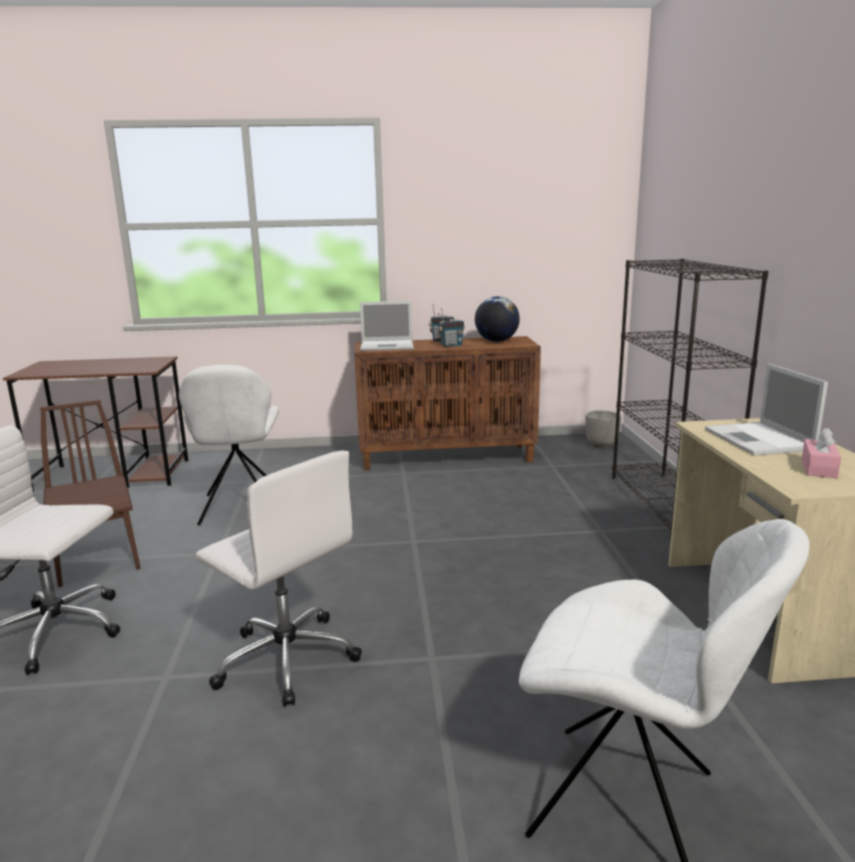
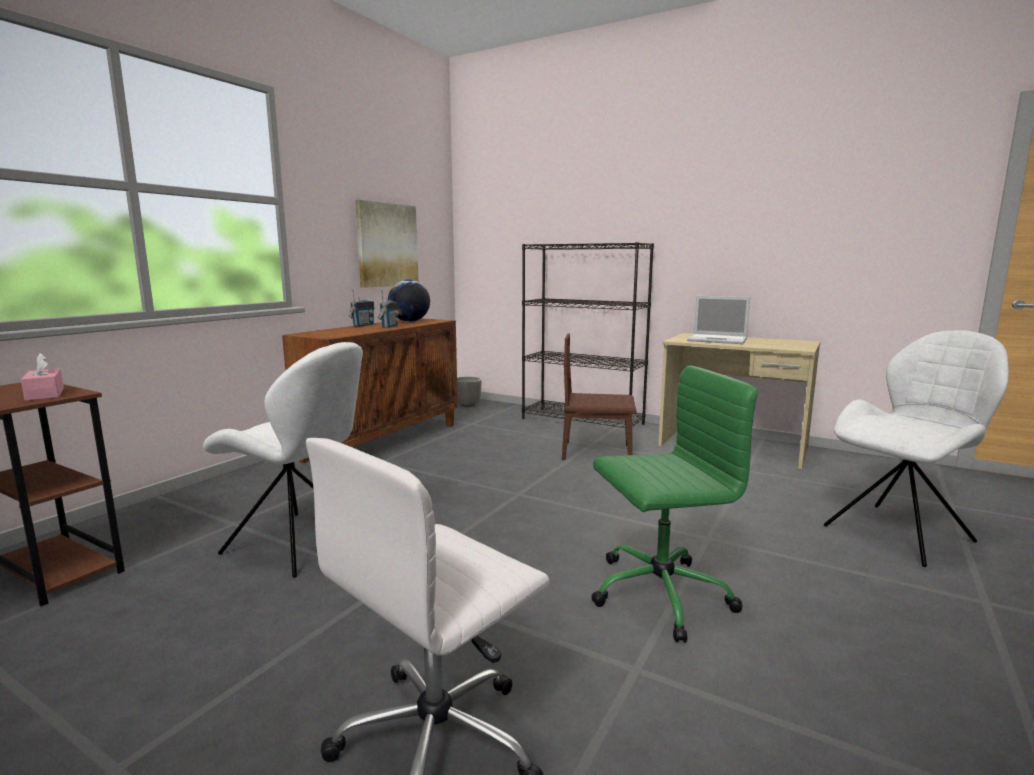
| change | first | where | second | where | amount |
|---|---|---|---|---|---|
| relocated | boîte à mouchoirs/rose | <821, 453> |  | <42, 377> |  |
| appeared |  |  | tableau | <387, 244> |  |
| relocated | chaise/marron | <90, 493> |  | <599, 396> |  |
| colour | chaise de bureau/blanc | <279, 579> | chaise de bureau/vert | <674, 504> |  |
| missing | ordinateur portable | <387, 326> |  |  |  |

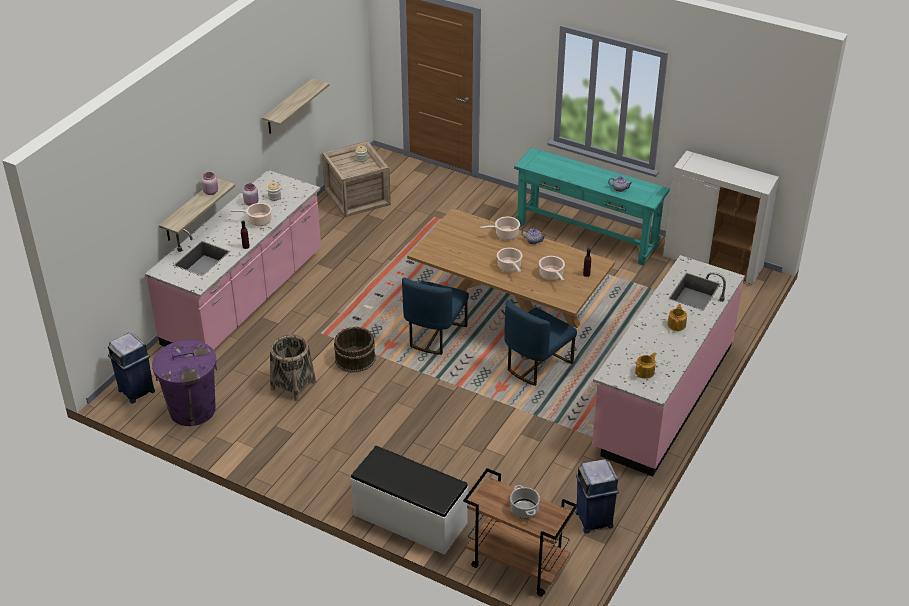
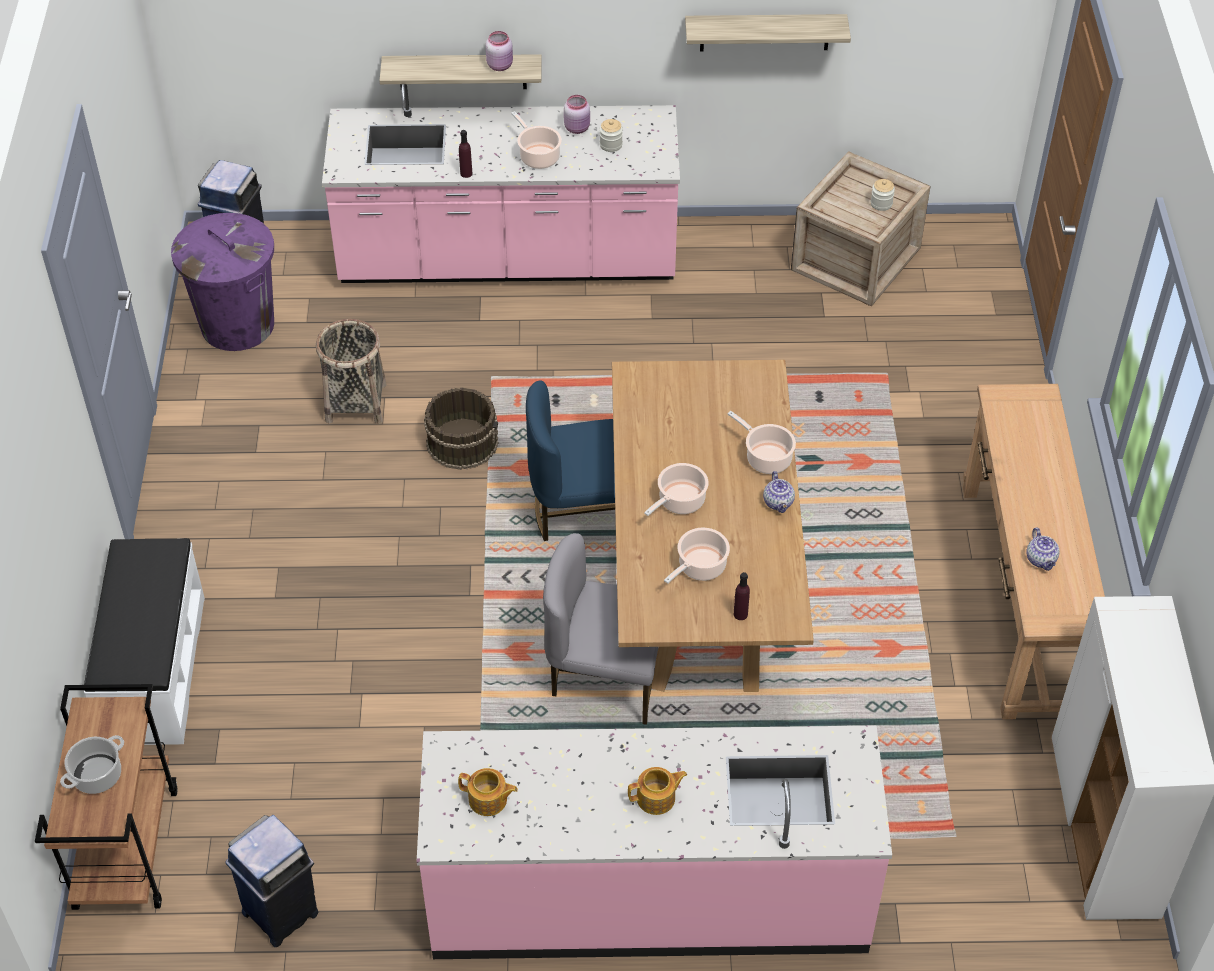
| change | first | where | second | where | amount |
|---|---|---|---|---|---|
| colour | chaise/bleu | <540, 343> | chaise/gris | <601, 629> |  |
| colour | table console/turquoise | <592, 206> | table console/marron | <1034, 552> |  |

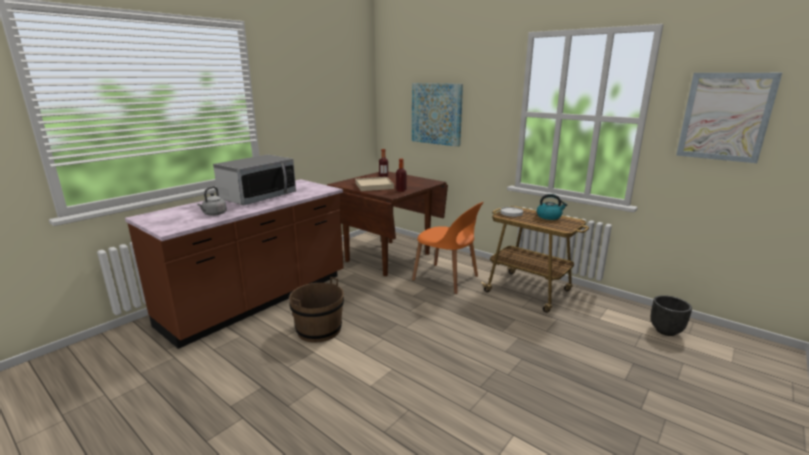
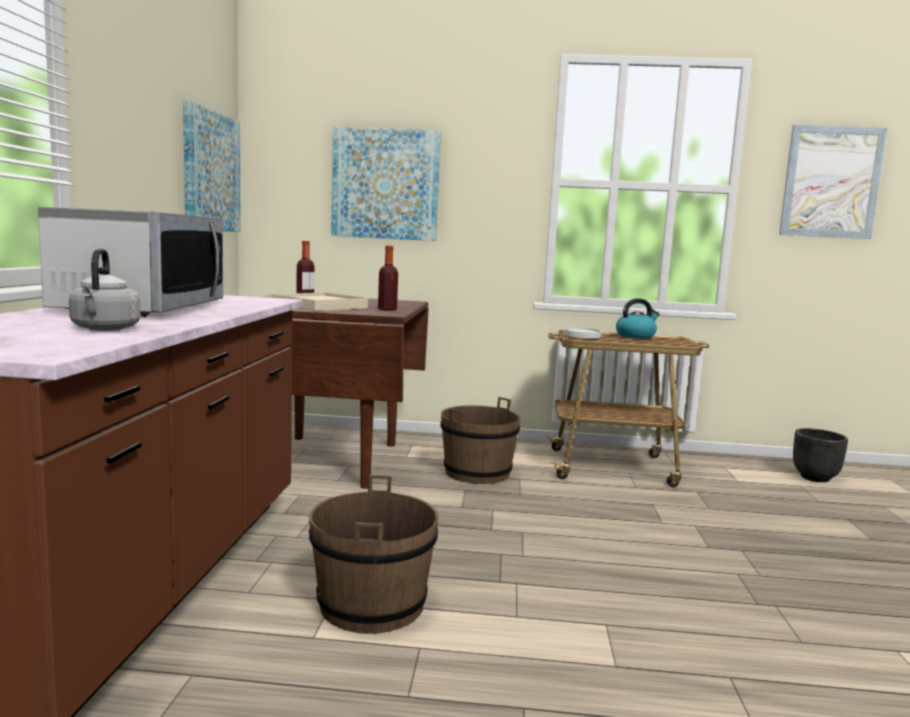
| change | first | where | second | where | amount |
|---|---|---|---|---|---|
| appeared |  |  | tableau | <211, 166> |  |
| exchanged | chaise/orange | <448, 248> | seau/marron | <480, 440> |  |

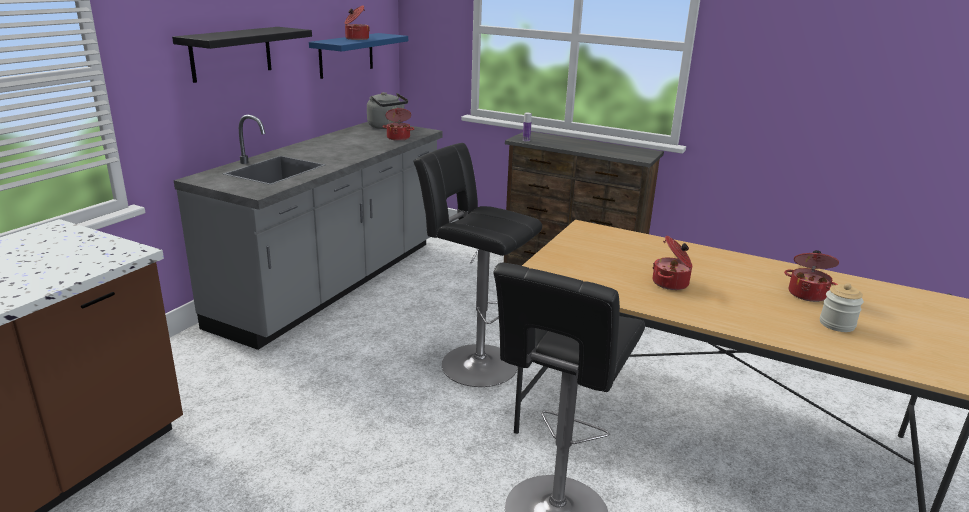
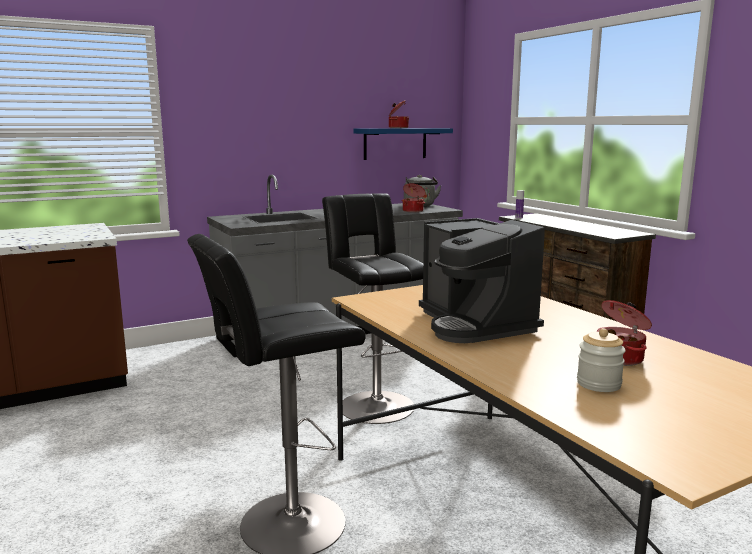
| change | first | where | second | where | amount |
|---|---|---|---|---|---|
| exchanged | marmite | <673, 263> | machine à café | <482, 280> |  |
| missing | étagère/noir | <242, 55> |  |  |  |

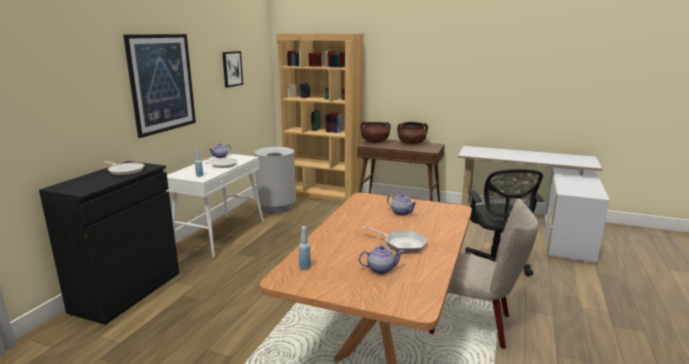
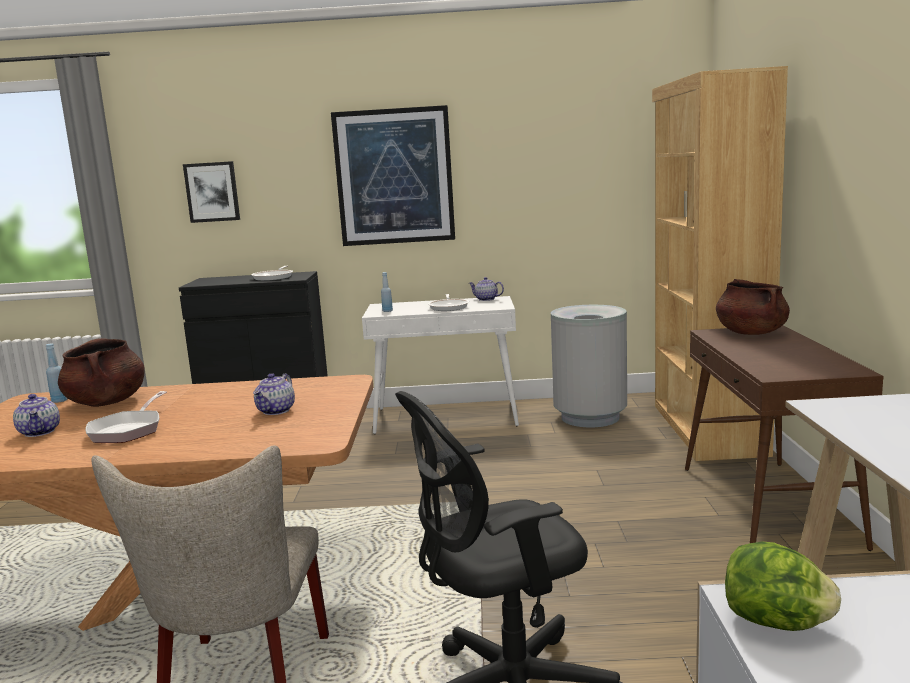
| change | first | where | second | where | amount |
|---|---|---|---|---|---|
| relocated | marmite/marron | <412, 133> |  | <101, 372> |  |
| relocated | tableau | <232, 69> |  | <211, 192> |  |
| appeared |  |  | laitue | <783, 586> |  |

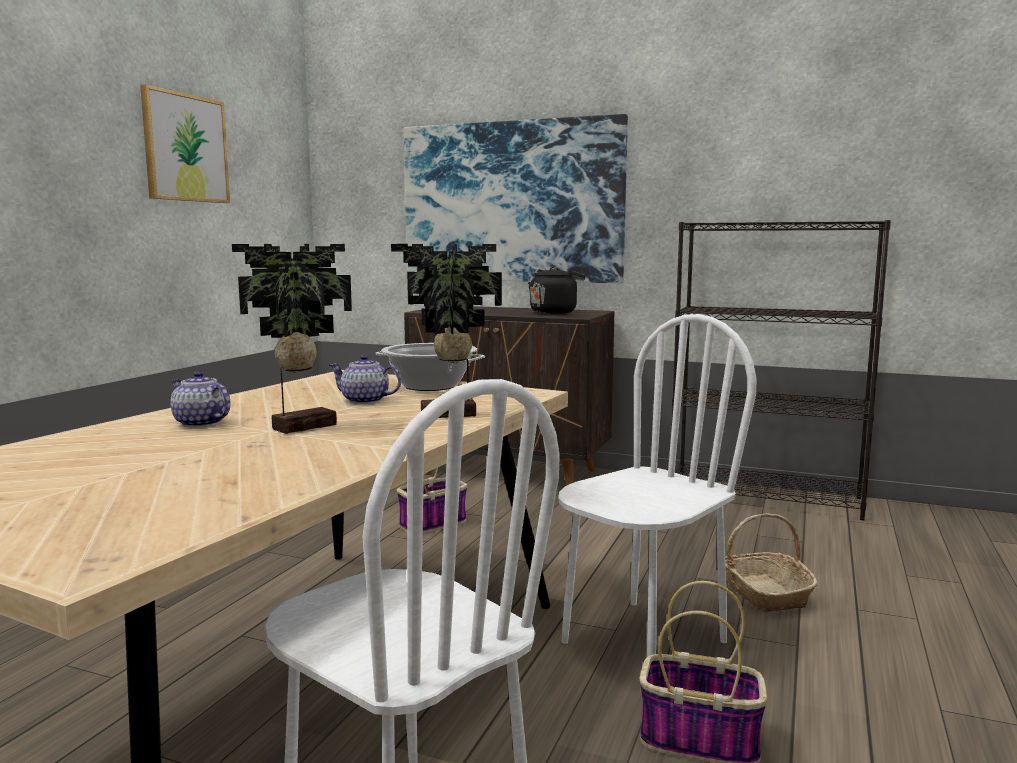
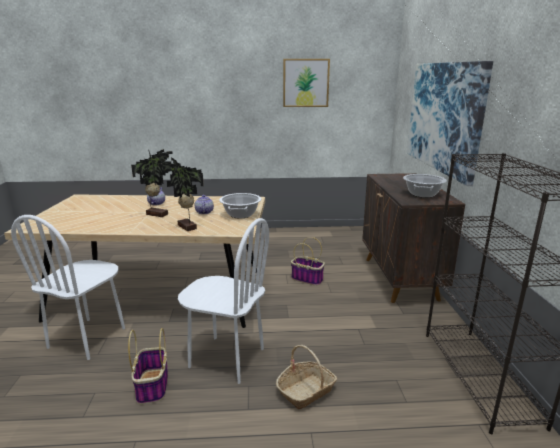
| change | first | where | second | where | amount |
|---|---|---|---|---|---|
| exchanged | bouilloire/noir | <557, 290> | marmite | <425, 186> |  |

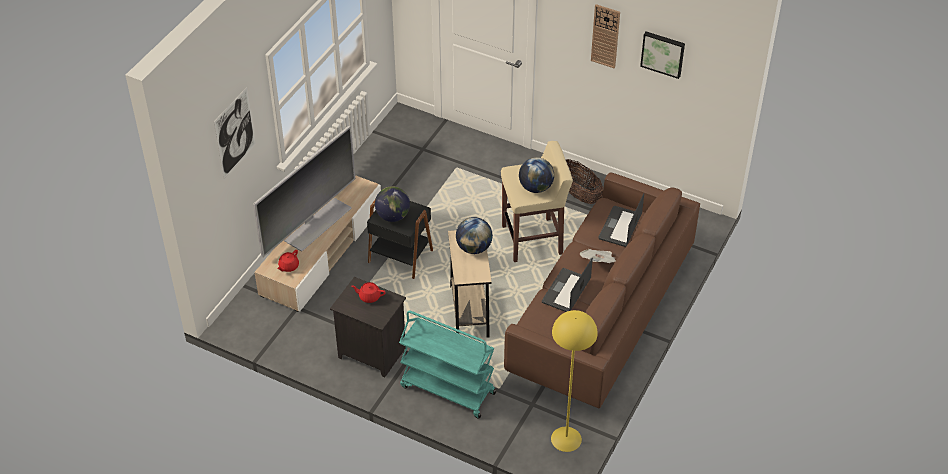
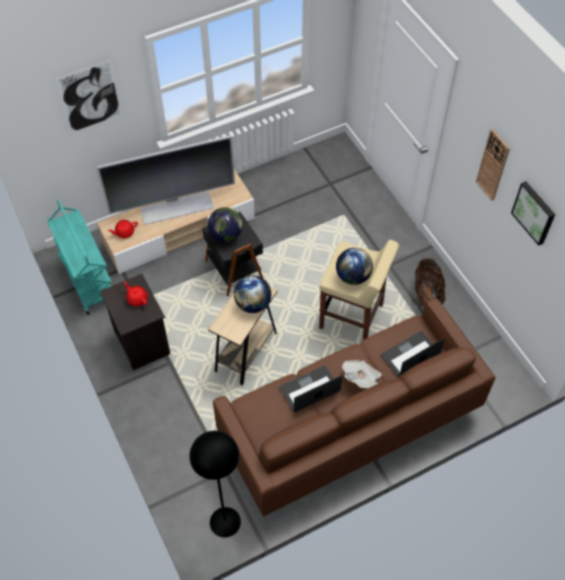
| change | first | where | second | where | amount |
|---|---|---|---|---|---|
| relocated | chariot/turquoise | <447, 365> |  | <79, 257> |  |
| colour | lampadaire/jaune | <574, 381> | lampadaire/noir | <215, 484> |  |

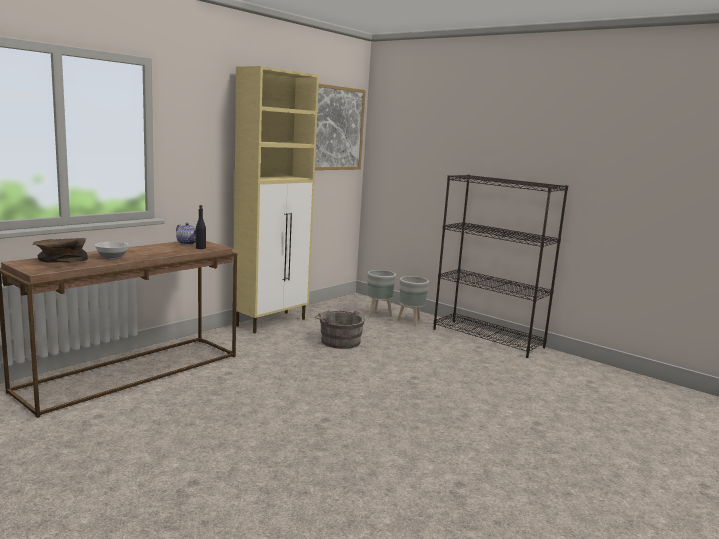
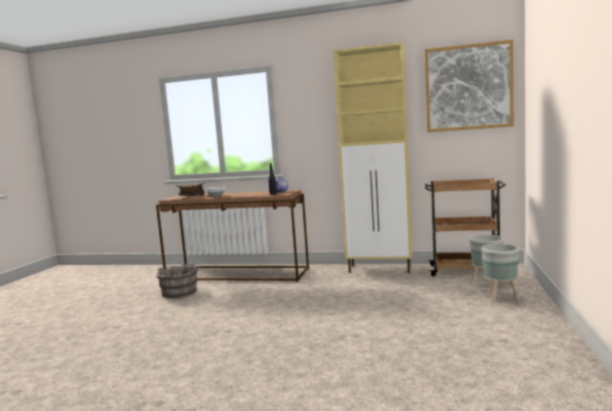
| change | first | where | second | where | amount |
|---|---|---|---|---|---|
| relocated | seau/gris | <340, 329> |  | <178, 281> |  |
| appeared |  |  | chariot/marron | <465, 227> |  |
| missing | bibliothèque/noir | <500, 266> |  |  |  |

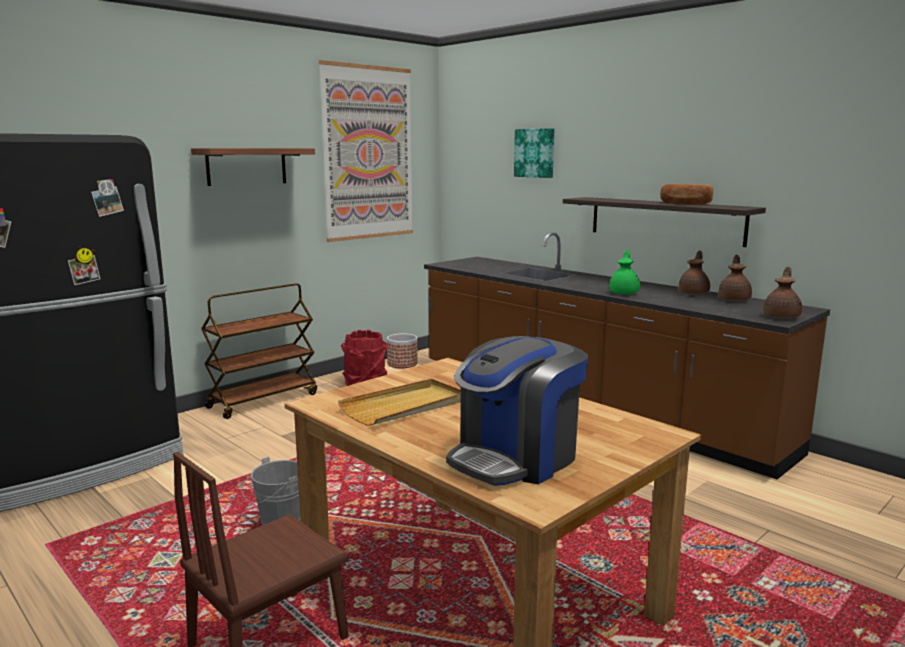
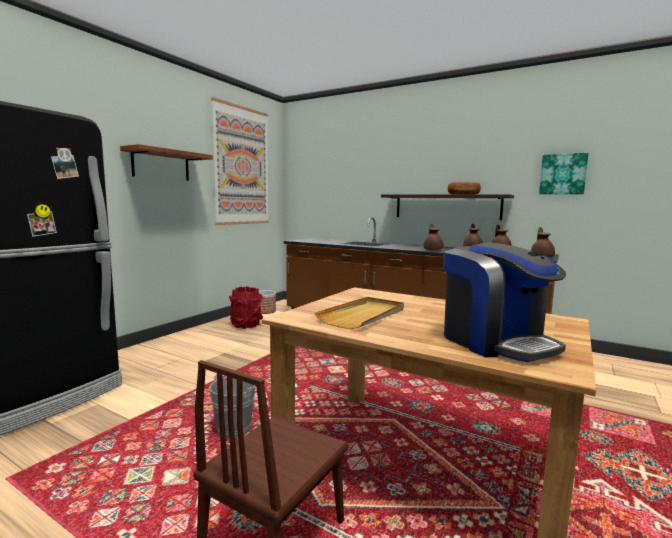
| change | first | where | second | where | amount |
|---|---|---|---|---|---|
| colour | théière/vert | <624, 272> | théière/marron | <433, 237> |  |
| spun | machine à café | <517, 411> |  | <504, 302> | 60 degrees counterclockwise |
| relocated | tableau | <534, 153> |  | <563, 173> |  |
| missing | chariot/marron | <259, 351> |  |  |  |

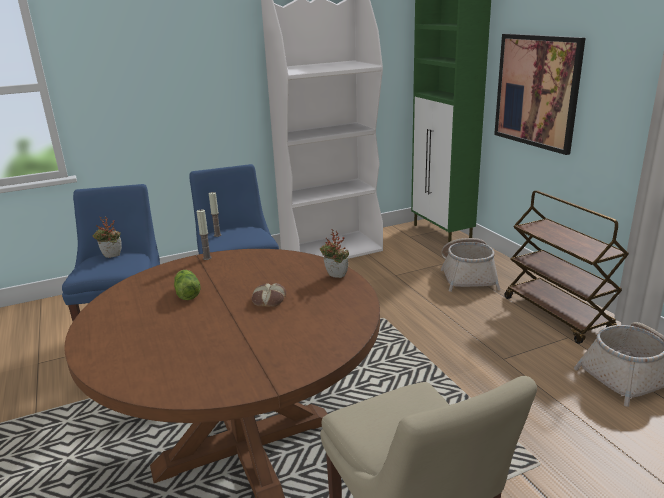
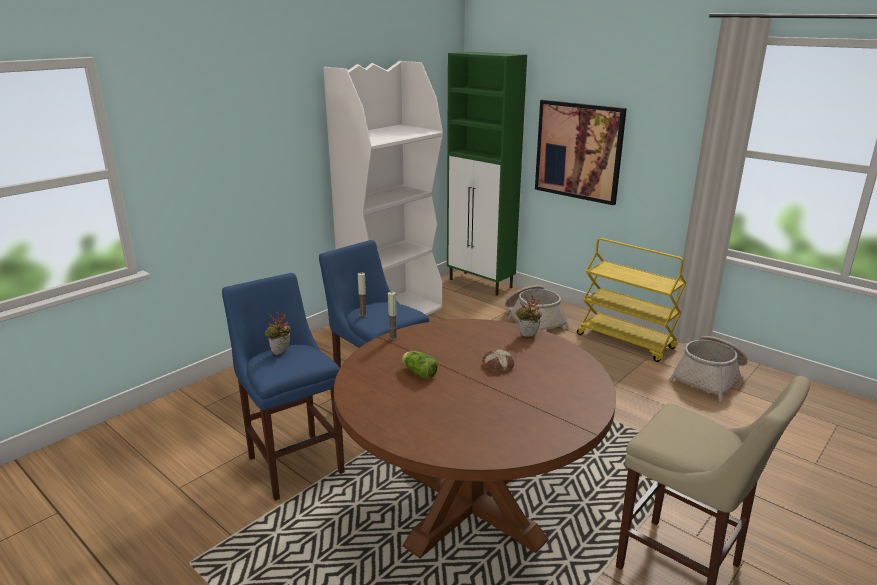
| change | first | where | second | where | amount |
|---|---|---|---|---|---|
| colour | chariot/marron | <566, 267> | chariot/jaune | <631, 300> |  |

